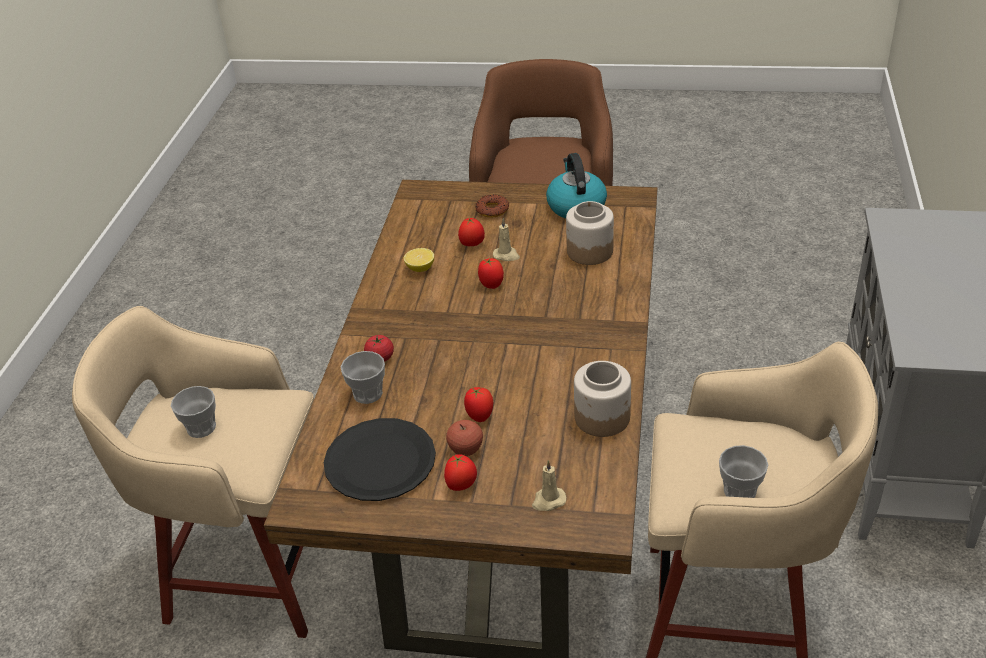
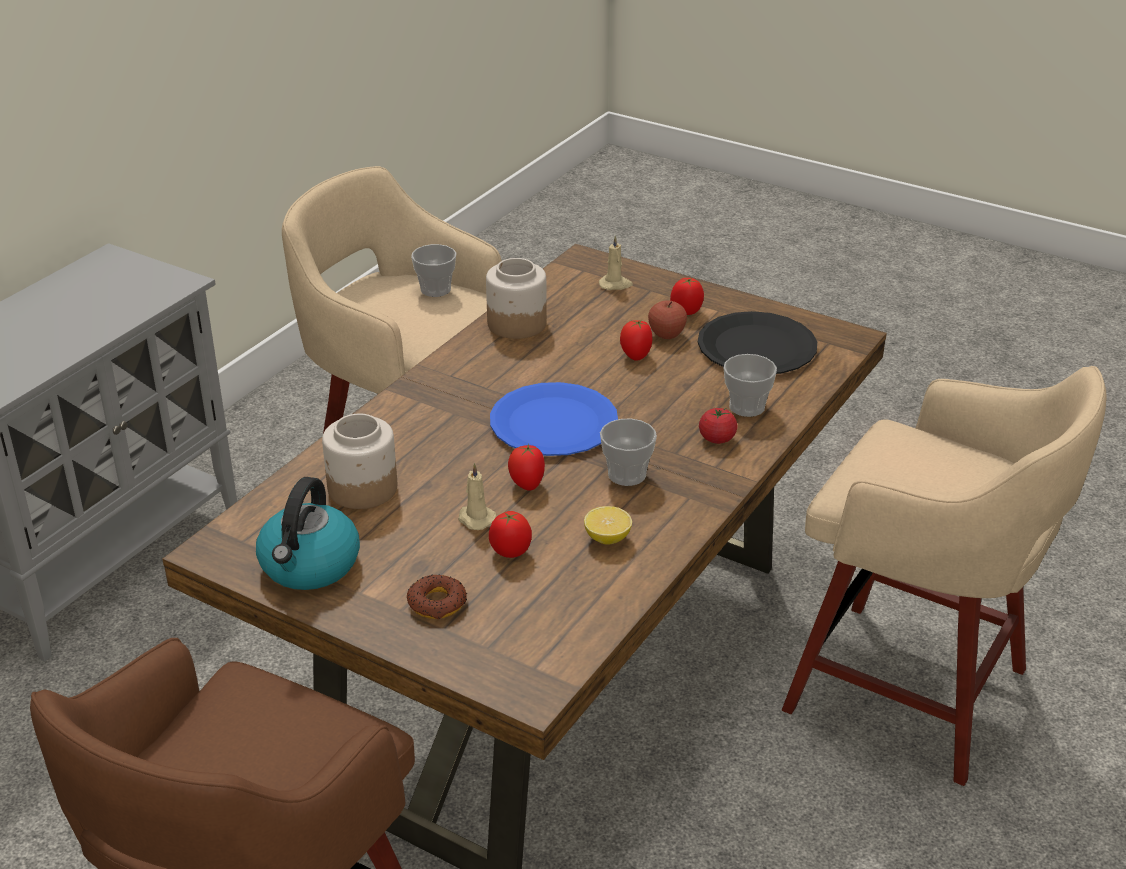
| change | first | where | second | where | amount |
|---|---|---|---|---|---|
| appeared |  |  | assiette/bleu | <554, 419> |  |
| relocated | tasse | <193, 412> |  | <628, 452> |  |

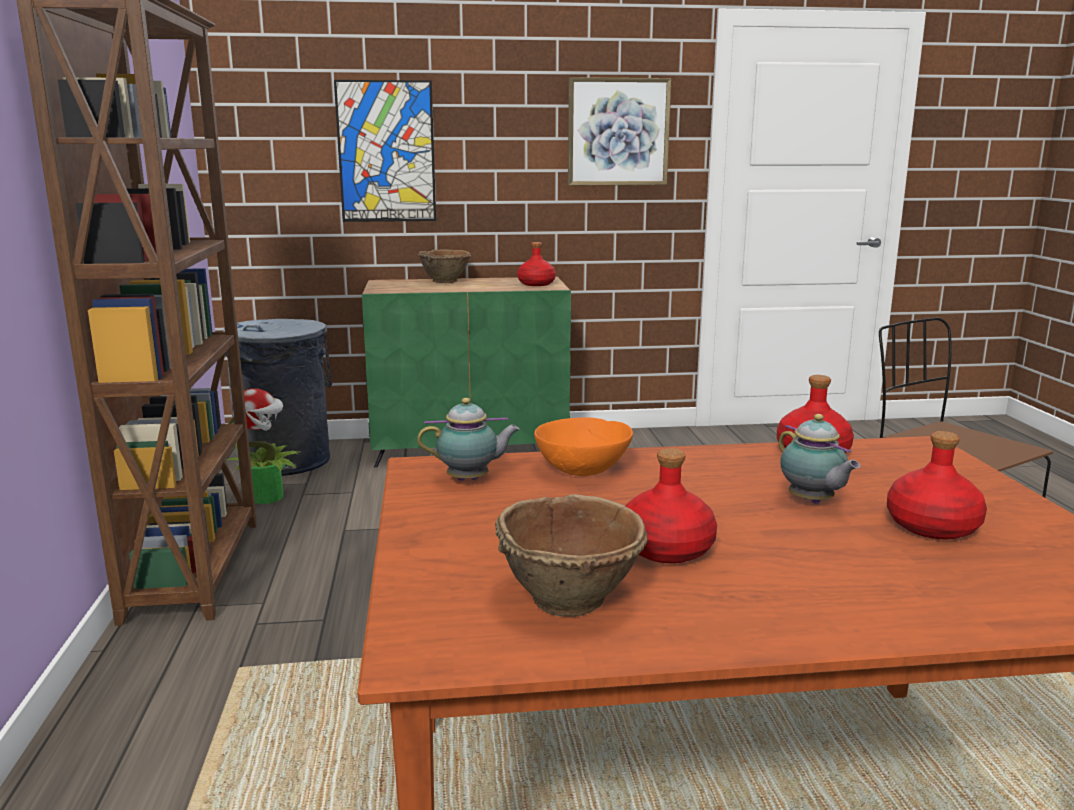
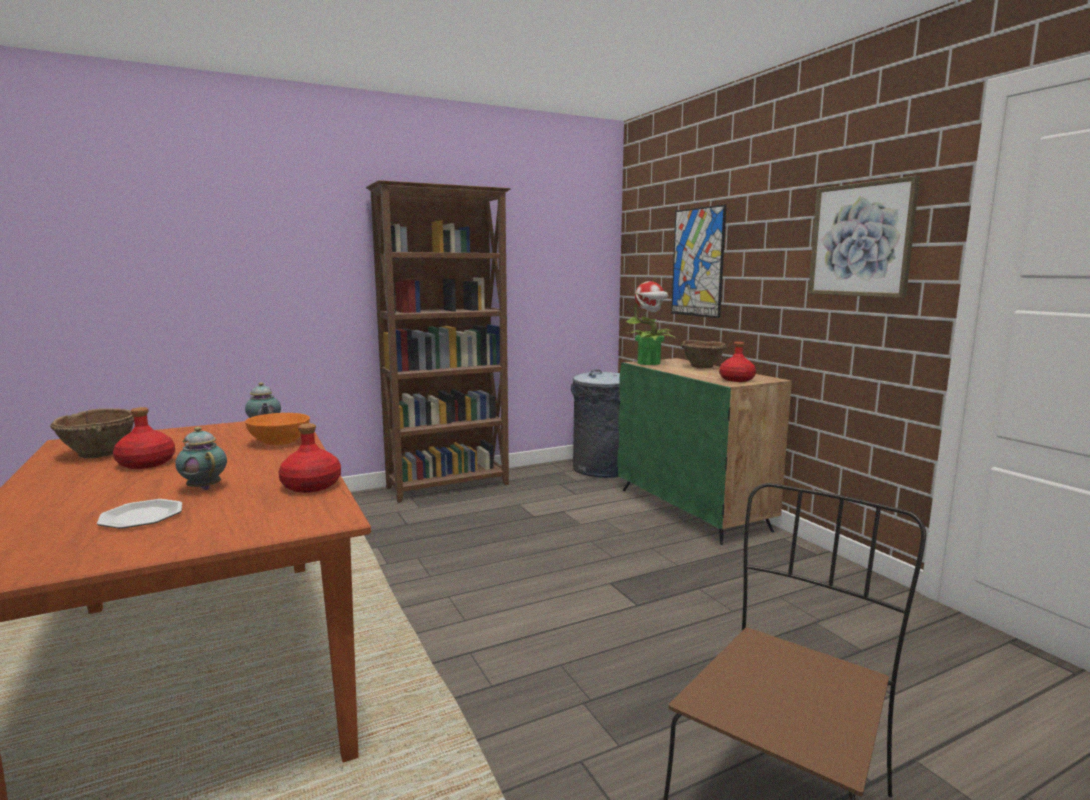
| change | first | where | second | where | amount |
|---|---|---|---|---|---|
| exchanged | bouteille/rouge | <937, 485> | assiette | <139, 514> |  |
| spun | théière | <819, 459> |  | <201, 458> | 90 degrees clockwise |
| relocated | plante en pot | <263, 446> |  | <650, 323> |  |

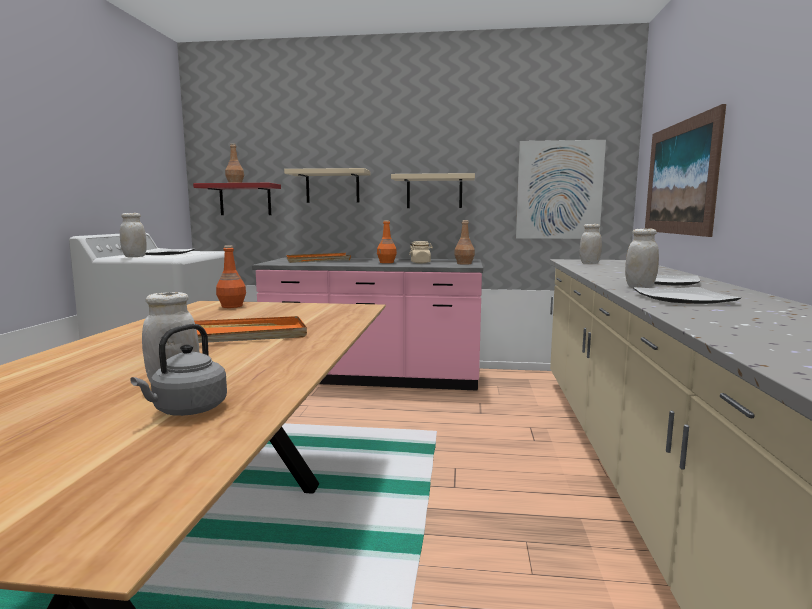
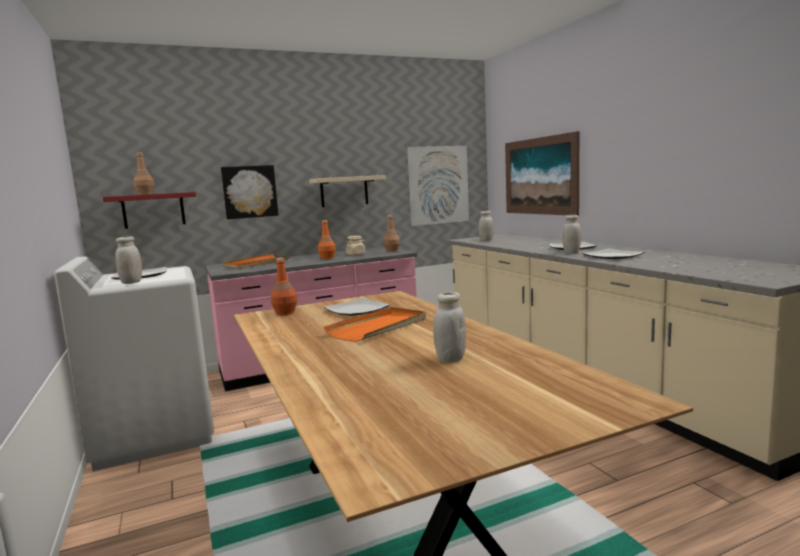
| change | first | where | second | where | amount |
|---|---|---|---|---|---|
| exchanged | étagère/beige | <327, 185> | tableau | <249, 192> |  |
| appeared |  |  | assiette | <357, 307> |  |
| missing | bouilloire/gris | <178, 370> |  |  |  |

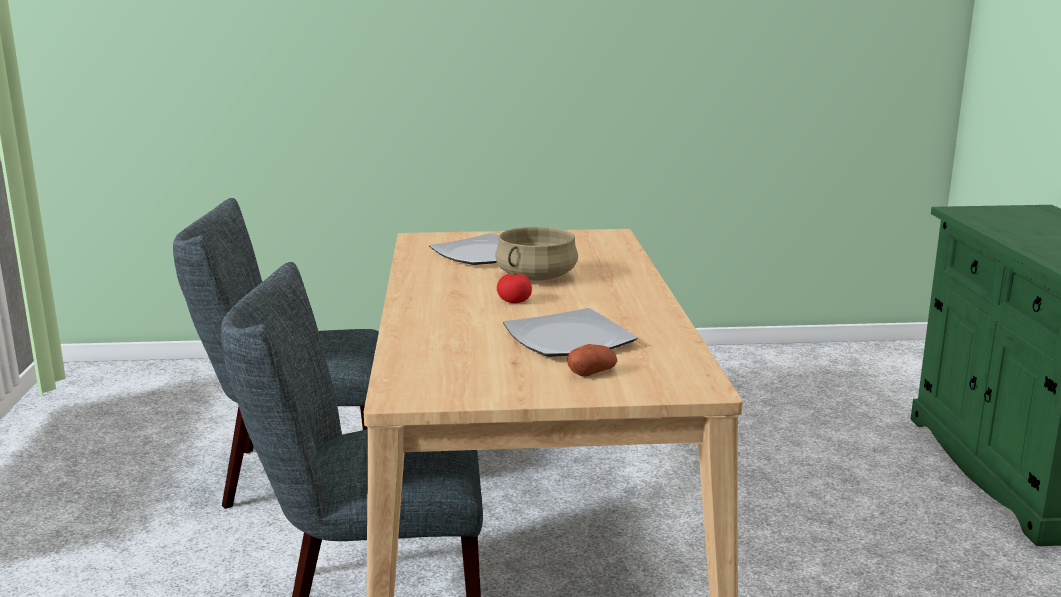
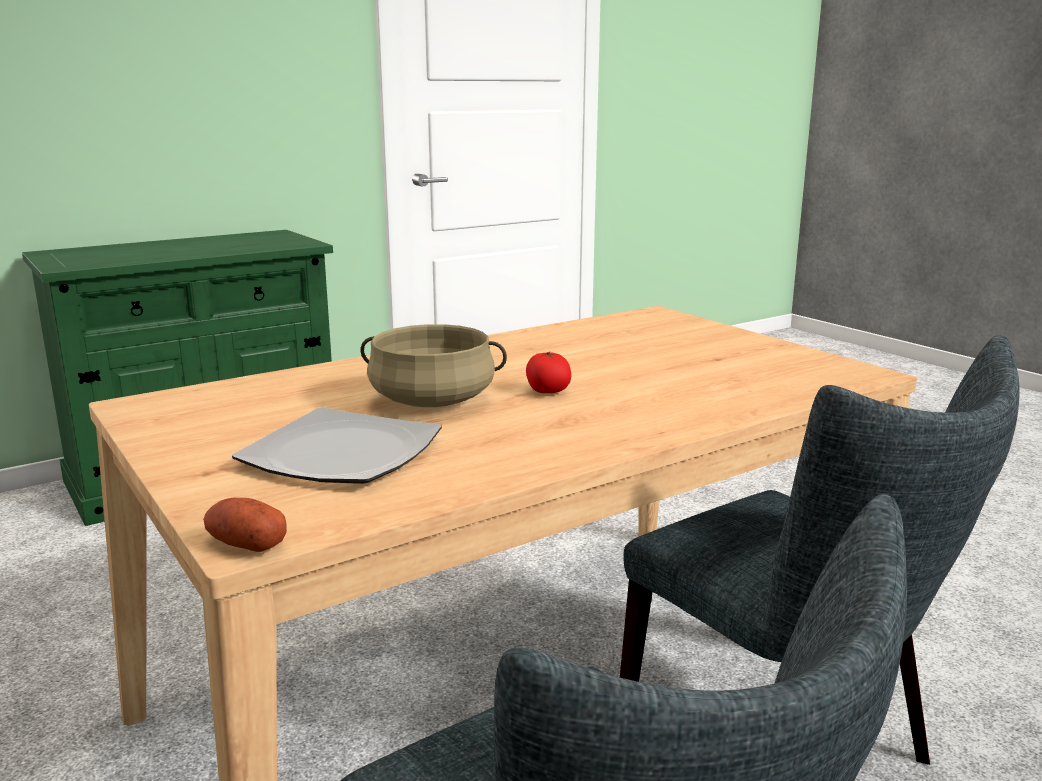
| change | first | where | second | where | amount |
|---|---|---|---|---|---|
| relocated | pomme de terre | <592, 360> |  | <245, 525> |  |
| missing | assiette | <570, 332> |  |  |  |

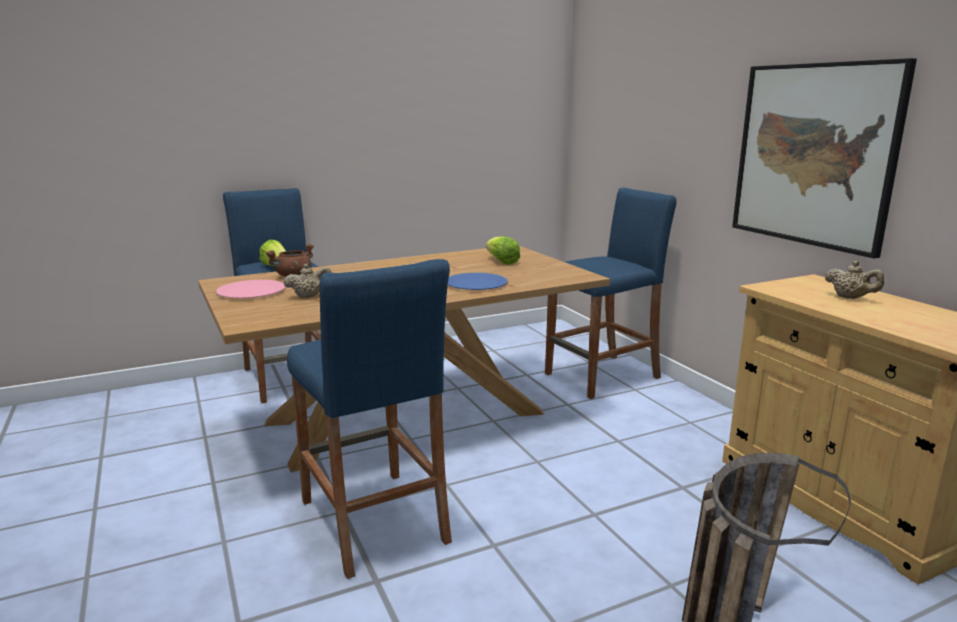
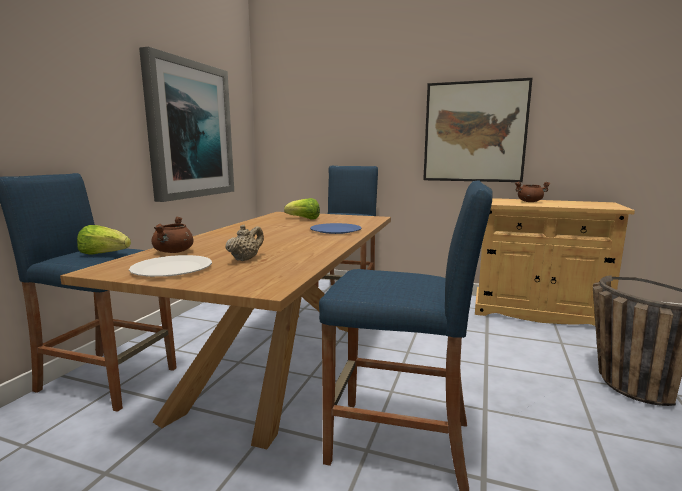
| change | first | where | second | where | amount |
|---|---|---|---|---|---|
| colour | assiette/rose | <250, 289> | assiette/blanc | <170, 266> |  |
| appeared |  |  | tableau | <186, 124> |  |
| exchanged | théière/beige | <854, 280> | marmite/marron | <533, 192> |  |

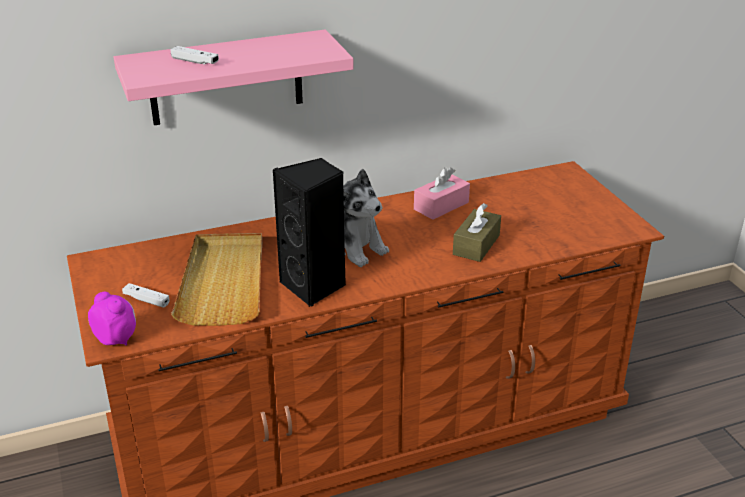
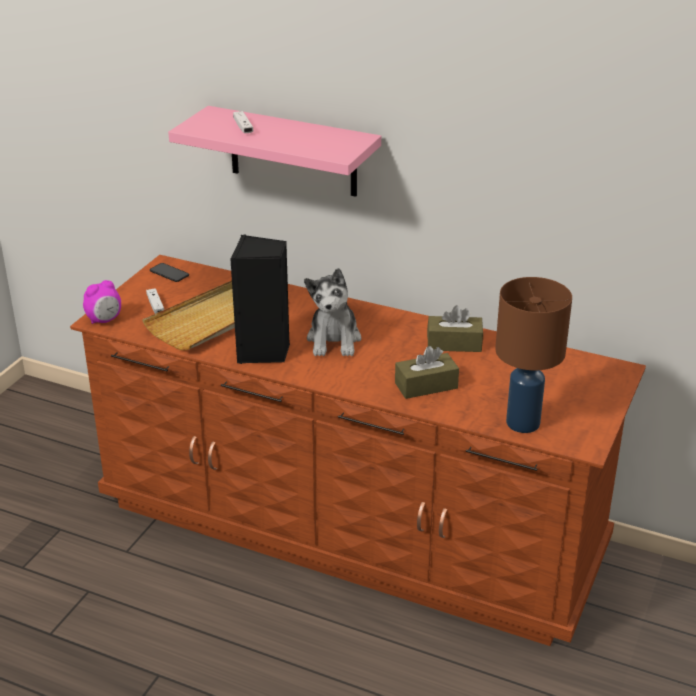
| change | first | where | second | where | amount |
|---|---|---|---|---|---|
| spun | réveil | <112, 319> |  | <102, 302> | 60 degrees clockwise |
| appeared |  |  | téléphone | <169, 272> |  |
| colour | boîte à mouchoirs/rose | <442, 193> | boîte à mouchoirs/marron | <455, 328> |  |
| appeared |  |  | lampe de table/marron | <533, 355> |  |

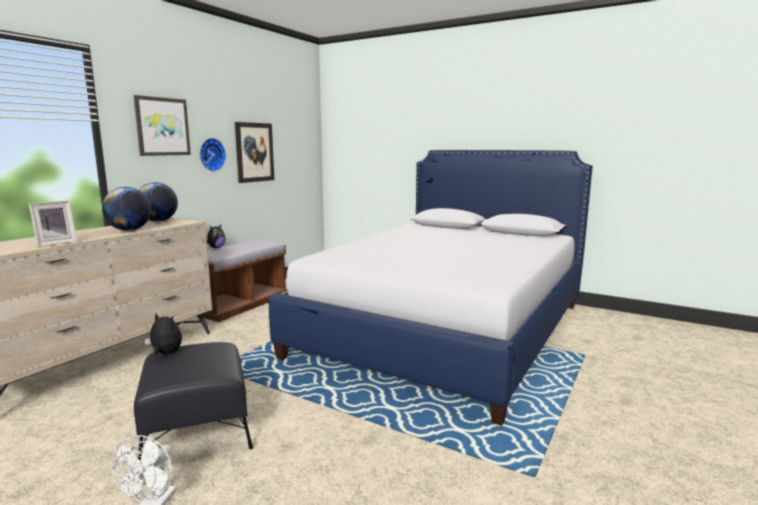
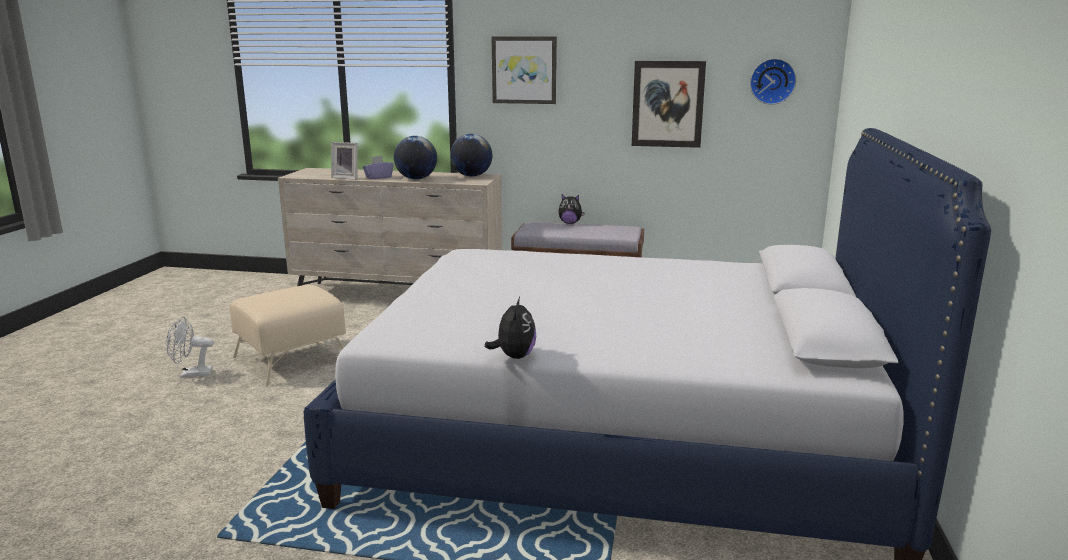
| change | first | where | second | where | amount |
|---|---|---|---|---|---|
| colour | pouf/noir | <193, 401> | pouf/beige | <287, 336> |  |
| appeared |  |  | boîte à mouchoirs/violet | <378, 167> |  |
| relocated | peluche | <163, 333> |  | <510, 328> |  |
| relocated | horloge murale | <212, 154> |  | <773, 81> |  |

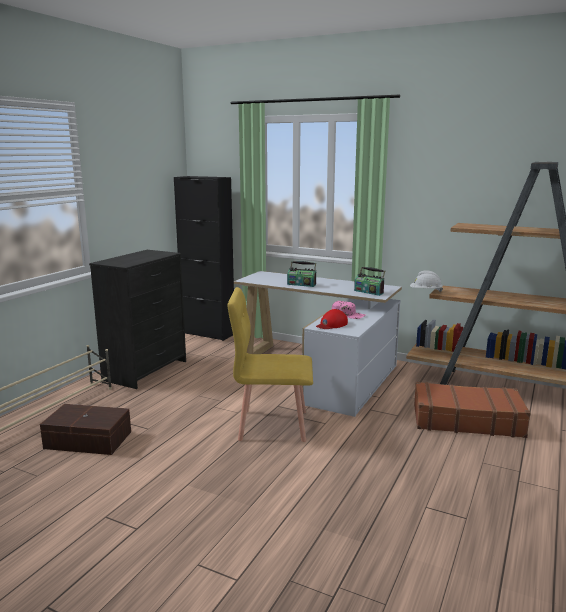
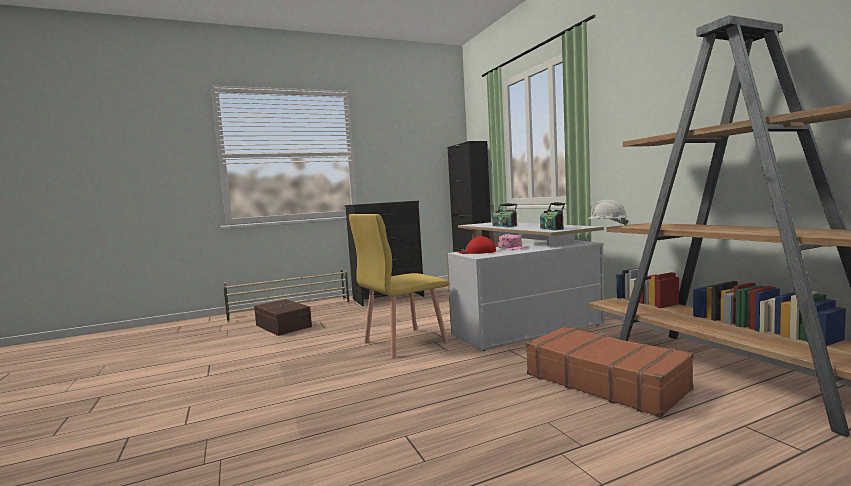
| change | first | where | second | where | amount |
|---|---|---|---|---|---|
| spun | chaise/jaune | <270, 364> |  | <399, 286> | 75 degrees counterclockwise |

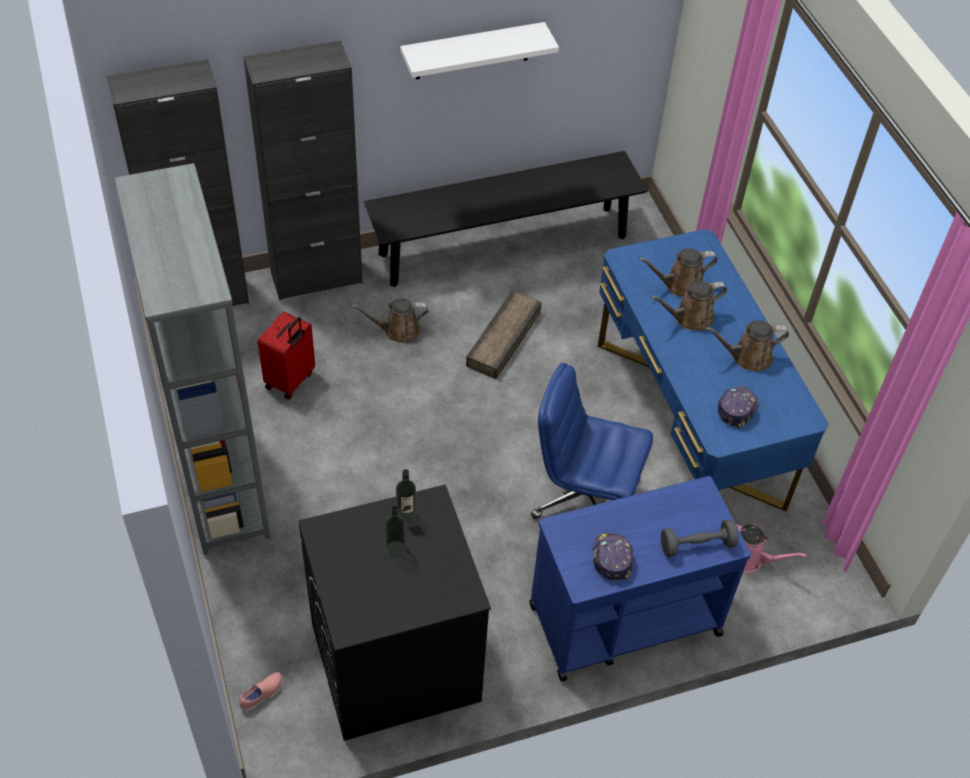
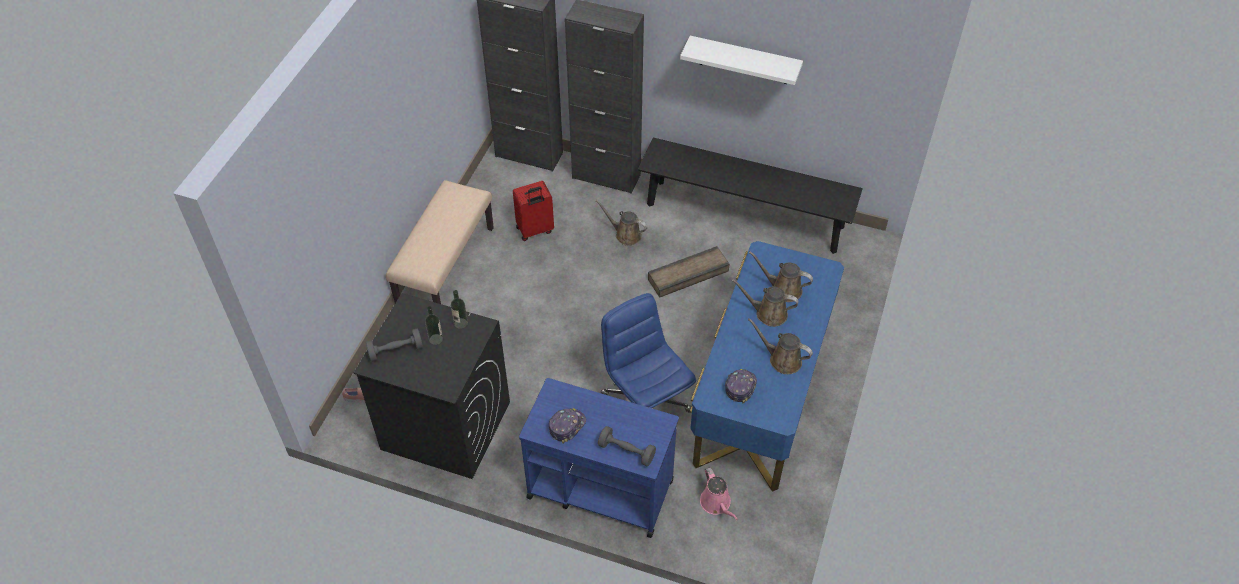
| change | first | where | second | where | amount |
|---|---|---|---|---|---|
| appeared |  |  | haltère/gris | <394, 345> |  |
| exchanged | bibliothèque/gris | <193, 358> | banc/beige | <440, 242> |  |
| spun | casquette | <738, 408> |  | <741, 386> | 45 degrees counterclockwise |

